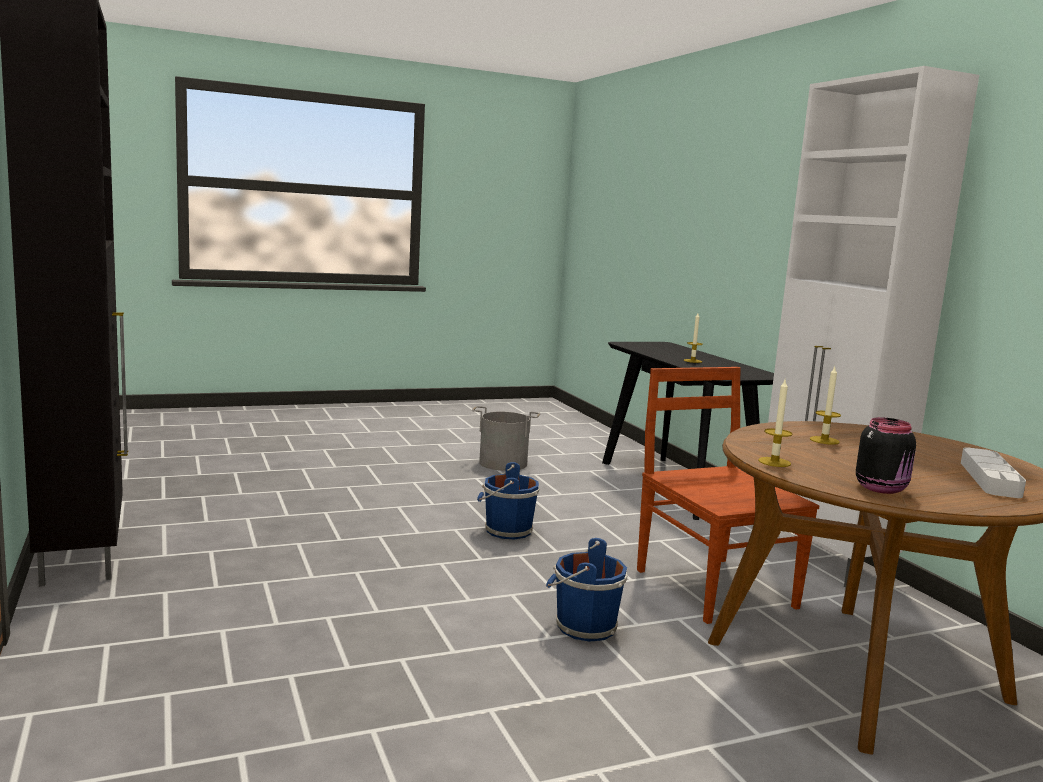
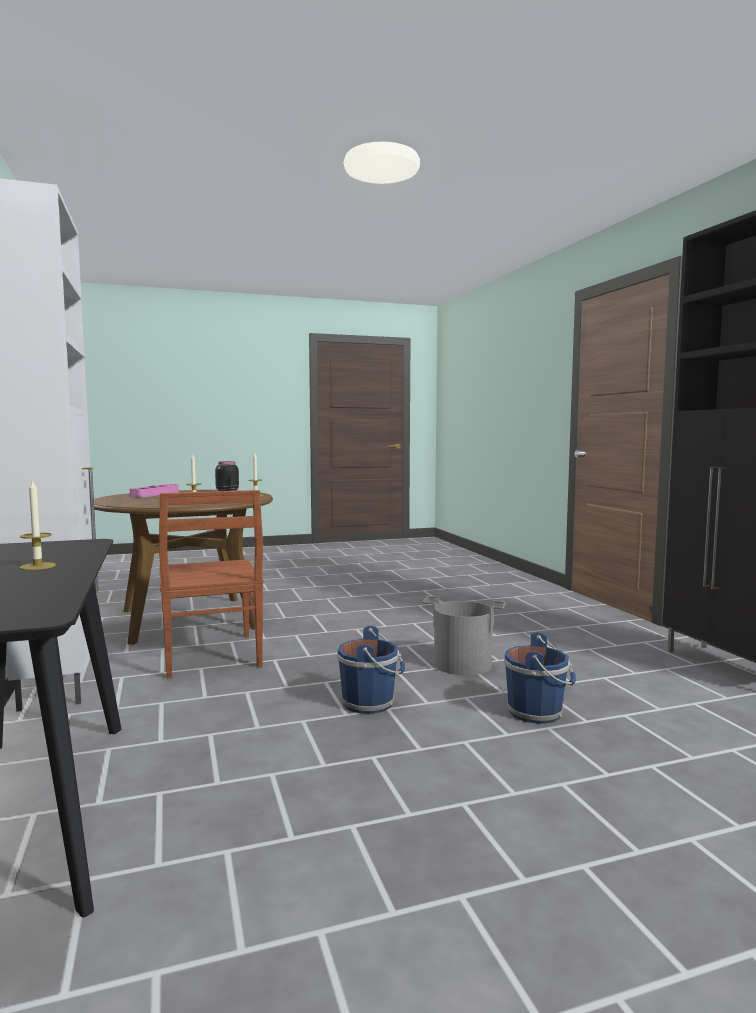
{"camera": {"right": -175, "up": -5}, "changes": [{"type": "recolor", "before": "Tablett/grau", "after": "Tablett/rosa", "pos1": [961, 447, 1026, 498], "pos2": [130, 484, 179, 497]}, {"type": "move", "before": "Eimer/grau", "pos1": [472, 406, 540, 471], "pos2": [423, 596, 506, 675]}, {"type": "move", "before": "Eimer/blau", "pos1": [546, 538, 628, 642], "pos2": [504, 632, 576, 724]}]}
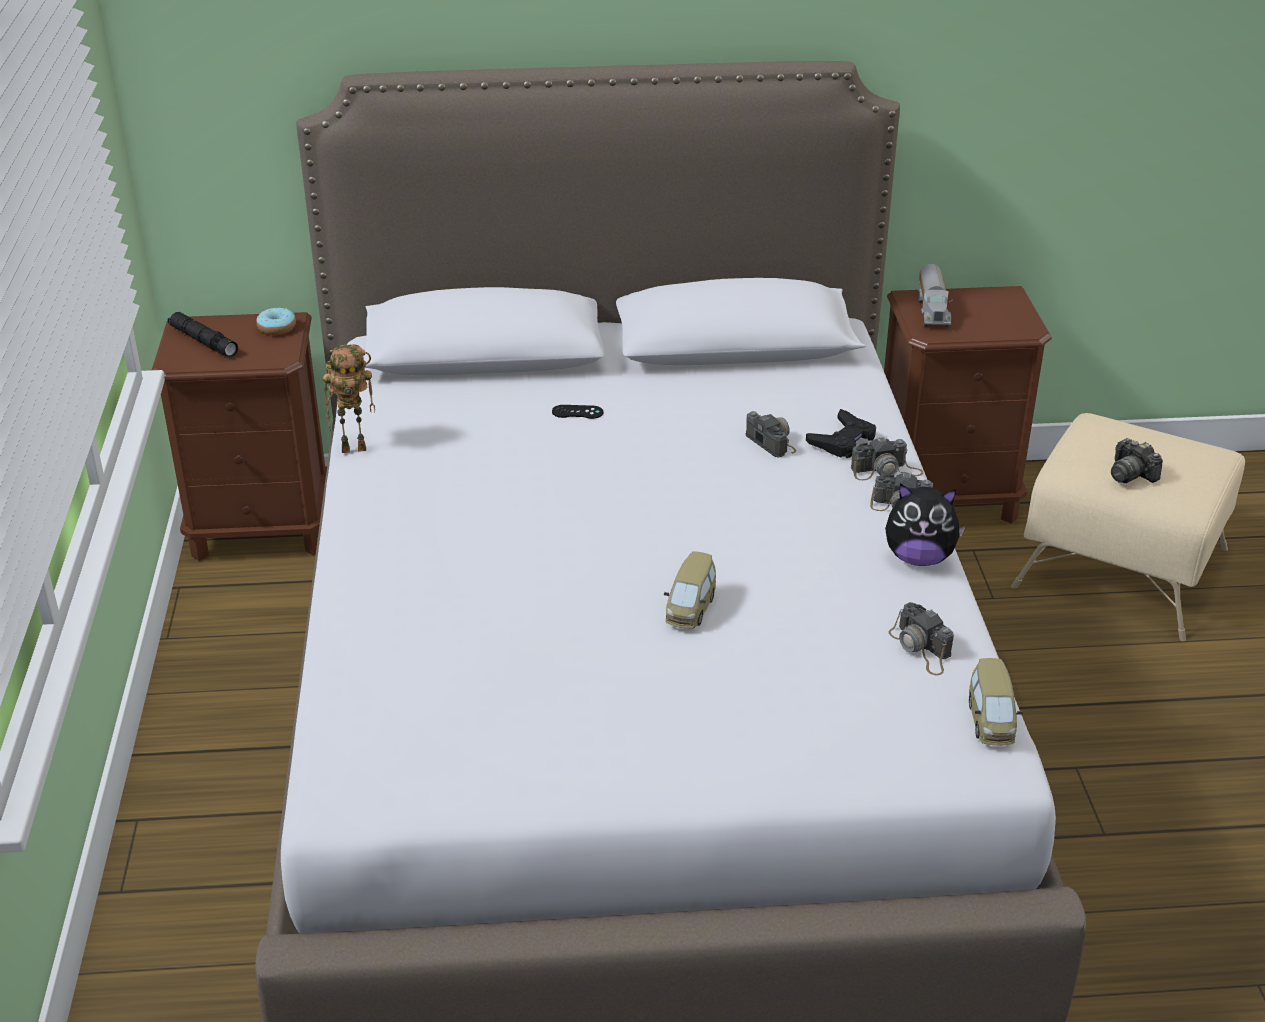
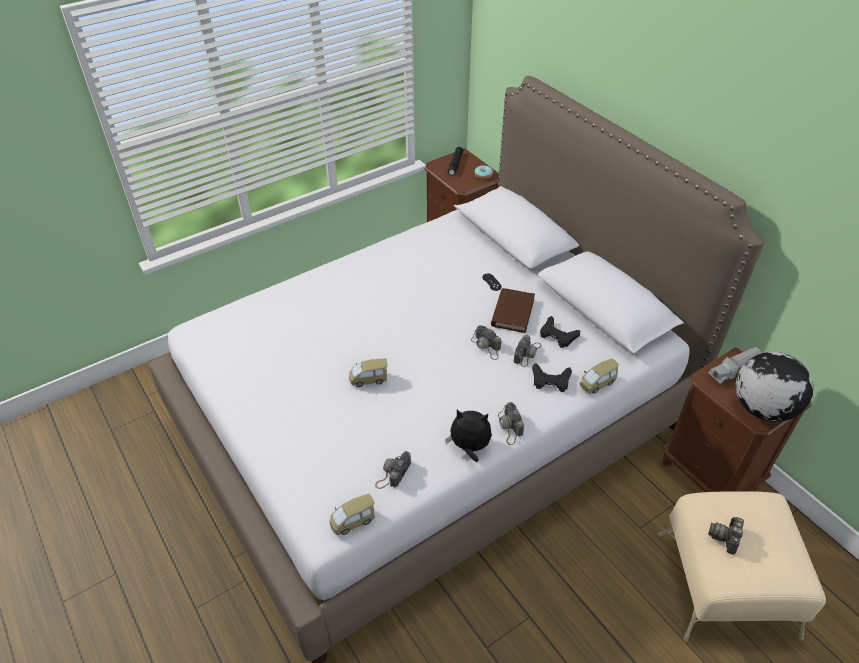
{"camera": {"right": 60, "up": 10}, "changes": [{"type": "rotate", "before": "Plüschtier", "pos1": [885, 483, 966, 566], "pos2": [445, 409, 492, 462], "turn": 120}, {"type": "move", "before": "Kamera", "pos1": [851, 436, 923, 480], "pos2": [471, 325, 501, 360]}, {"type": "insert", "after": "Buch/braun", "pos2": [491, 288, 535, 333]}, {"type": "insert", "after": "Gamepad/schwarz", "pos2": [540, 316, 580, 348]}, {"type": "insert", "after": "Spielzeugauto", "pos2": [579, 359, 619, 394]}, {"type": "insert", "after": "Globus", "pos2": [736, 352, 813, 422]}, {"type": "delete", "before": "Spielzeugroboter", "pos1": [323, 344, 375, 453]}]}
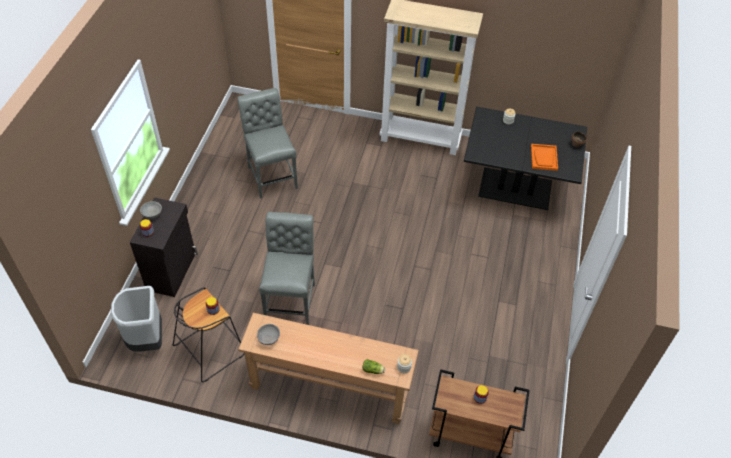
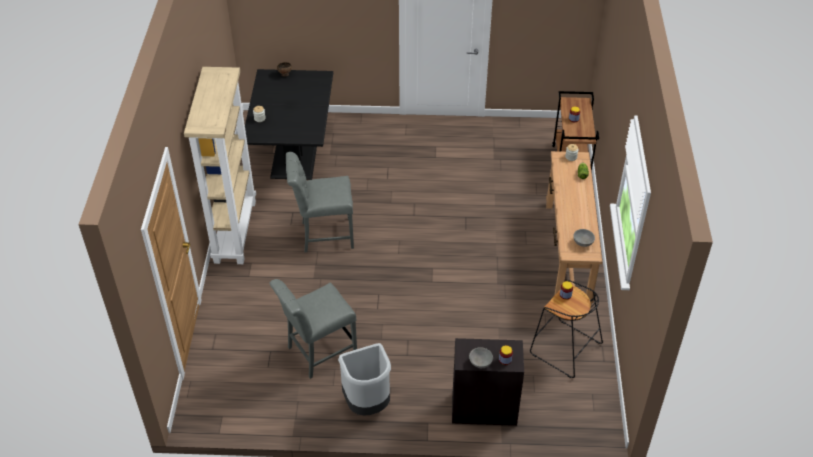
{"camera": {"right": -100, "up": -5}, "changes": [{"type": "move", "before": "Stuhl/grau", "pos1": [259, 212, 315, 325], "pos2": [286, 152, 354, 252]}, {"type": "move", "before": "Mülleimer/grau", "pos1": [111, 286, 162, 352], "pos2": [338, 343, 391, 415]}, {"type": "delete", "before": "Tablett/orange", "pos1": [531, 144, 558, 171]}]}
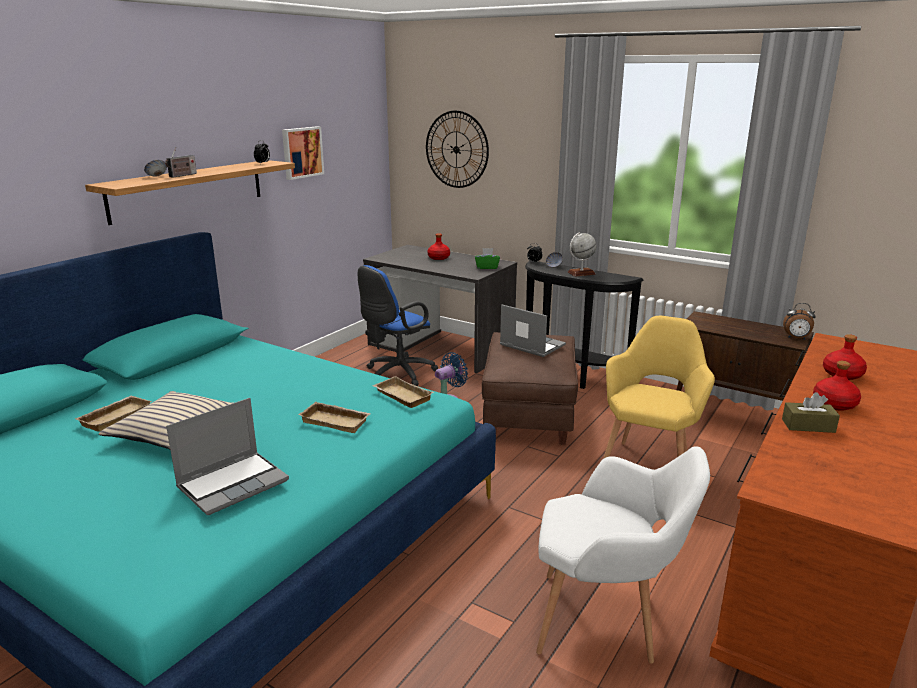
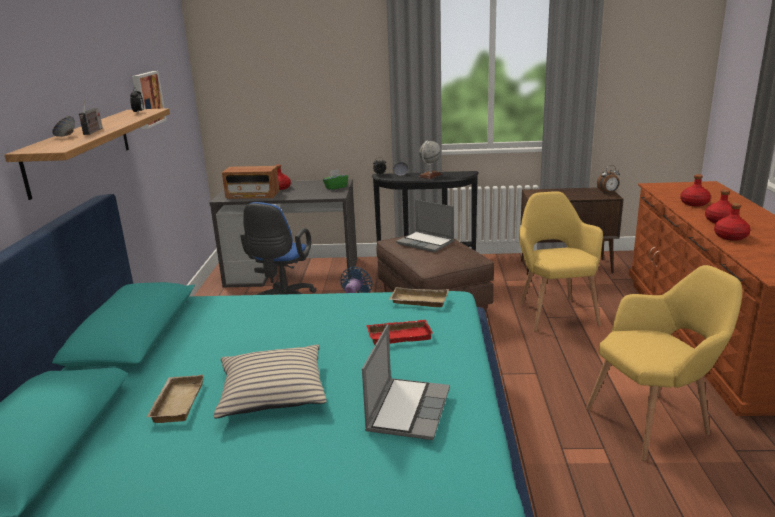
{"camera": {"right": -30, "up": 0}, "changes": [{"type": "insert", "after": "Radio", "pos2": [222, 166, 279, 199]}, {"type": "recolor", "before": "Tablett/beige", "after": "Tablett/rot", "pos1": [298, 402, 371, 433], "pos2": [367, 320, 433, 345]}, {"type": "rotate", "before": "Laptop", "pos1": [500, 304, 566, 357], "pos2": [396, 200, 454, 252], "turn": -150}, {"type": "recolor", "before": "Sessel/weiß", "after": "Sessel/gelb", "pos1": [536, 446, 710, 664], "pos2": [586, 265, 742, 461]}, {"type": "replace", "before": "Taschentuchbox/braun", "after": "Flasche/rot", "pos1": [782, 392, 840, 433], "pos2": [714, 203, 750, 241]}, {"type": "delete", "before": "Wanduhr", "pos1": [426, 110, 489, 188]}]}
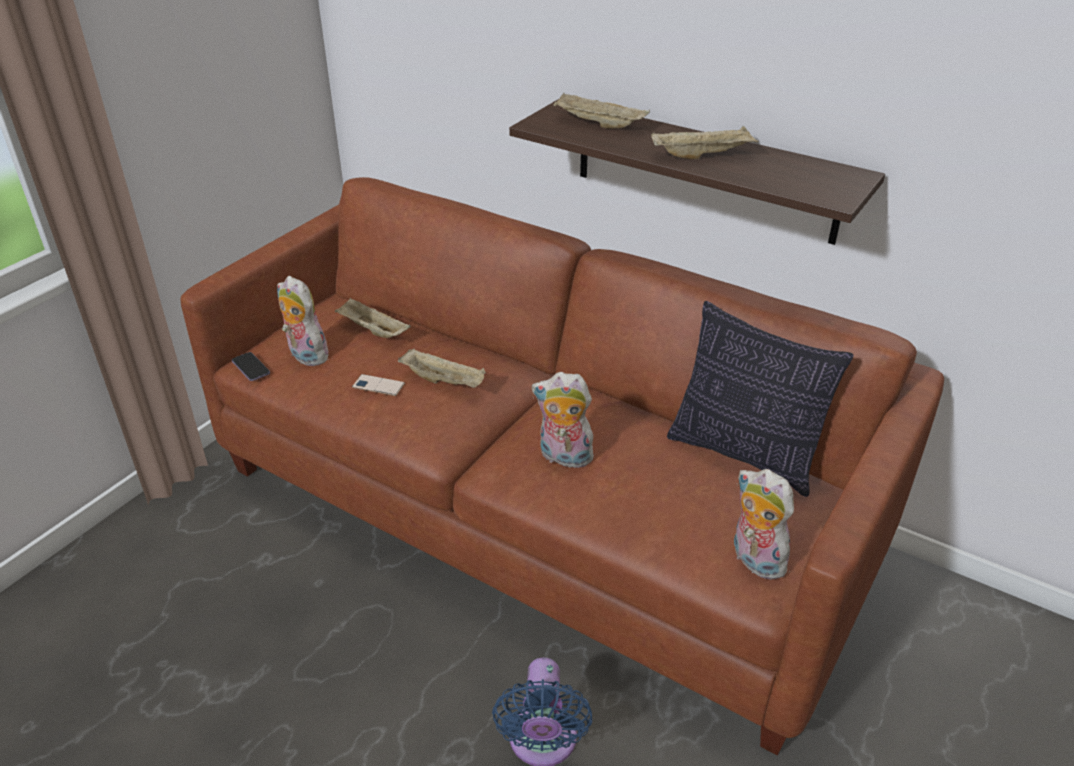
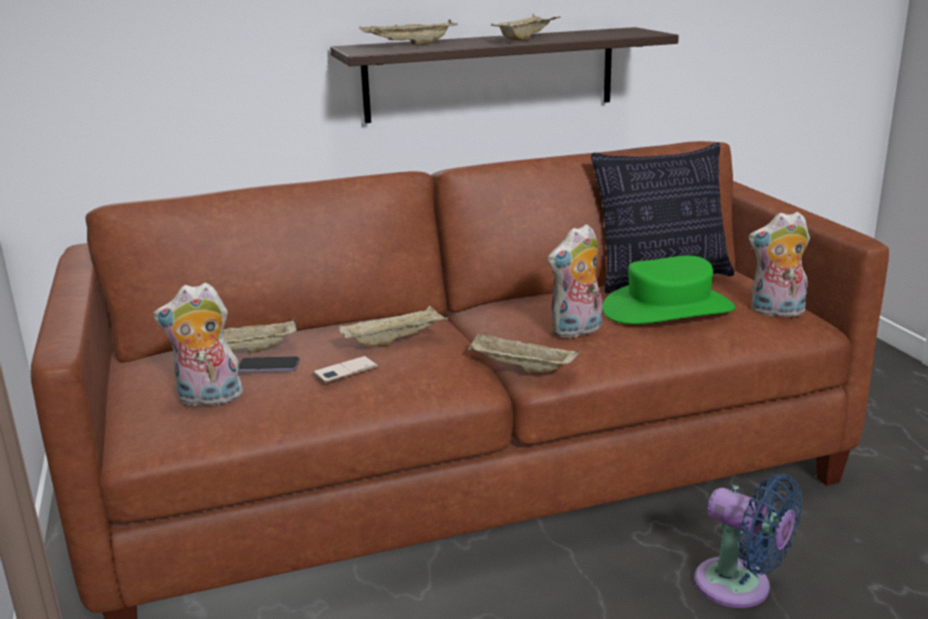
{"camera": {"right": -50, "up": -15}, "changes": [{"type": "move", "before": "Handy", "pos1": [232, 352, 270, 381], "pos2": [238, 356, 299, 372]}, {"type": "insert", "after": "Tablett/beige", "pos2": [468, 333, 579, 373]}, {"type": "insert", "after": "Hut/grün", "pos2": [602, 256, 735, 324]}]}
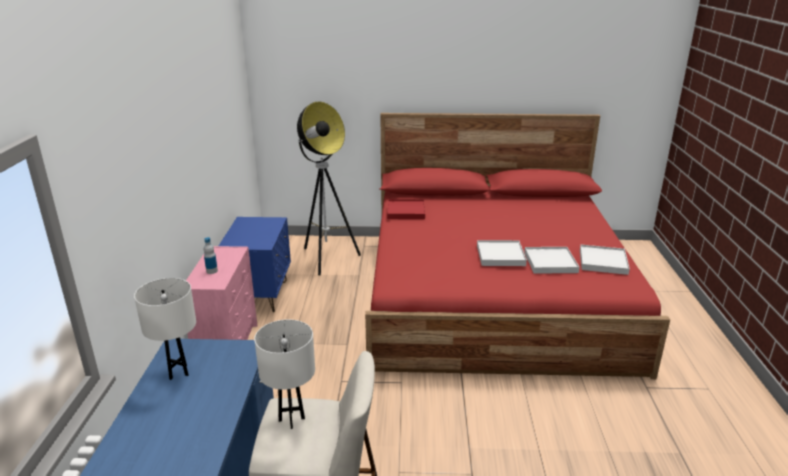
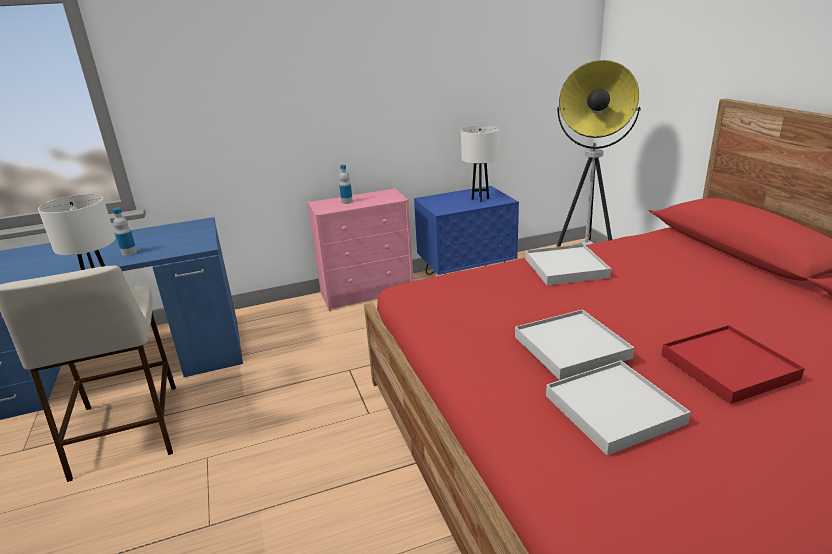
{"camera": {"right": 70, "up": 0}, "changes": [{"type": "insert", "after": "Flasche", "pos2": [112, 208, 137, 256]}, {"type": "move", "before": "Tischlampe/weiß", "pos1": [134, 278, 196, 380], "pos2": [461, 125, 500, 202]}, {"type": "move", "before": "Tablett/weiß", "pos1": [580, 244, 630, 275], "pos2": [525, 244, 611, 285]}, {"type": "move", "before": "Tablett/rot", "pos1": [387, 199, 425, 219], "pos2": [661, 325, 805, 404]}]}
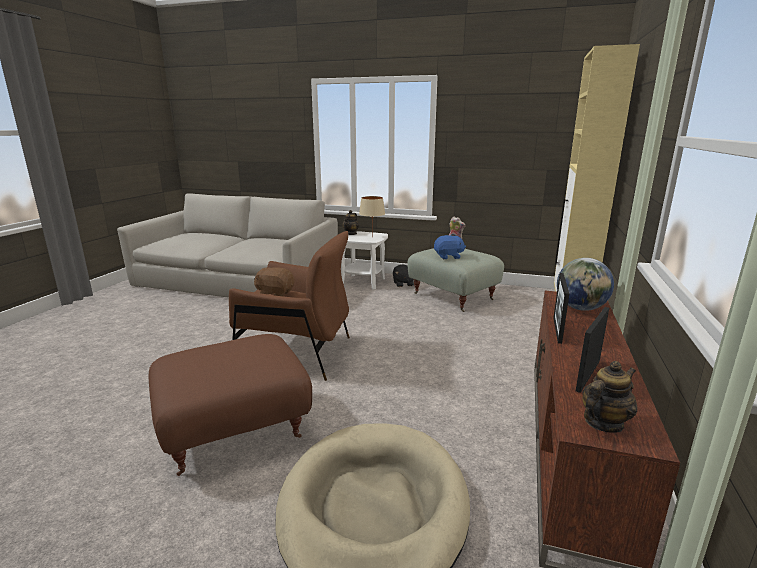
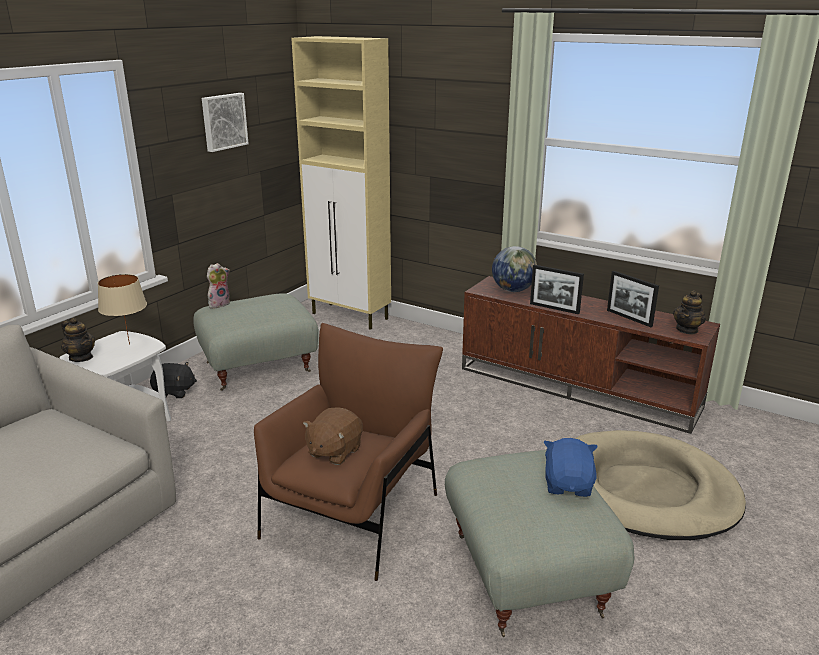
{"camera": {"right": -75, "up": 5}, "changes": [{"type": "insert", "after": "Bild", "pos2": [202, 93, 249, 152]}, {"type": "recolor", "before": "Polsterhocker/braun", "after": "Polsterhocker/grau", "pos1": [149, 334, 312, 476], "pos2": [445, 450, 635, 637]}, {"type": "move", "before": "Plüschtier/blau", "pos1": [434, 235, 466, 259], "pos2": [544, 438, 598, 497]}, {"type": "rotate", "before": "Teekanne", "pos1": [582, 361, 638, 433], "pos2": [673, 290, 706, 335], "turn": -120}]}
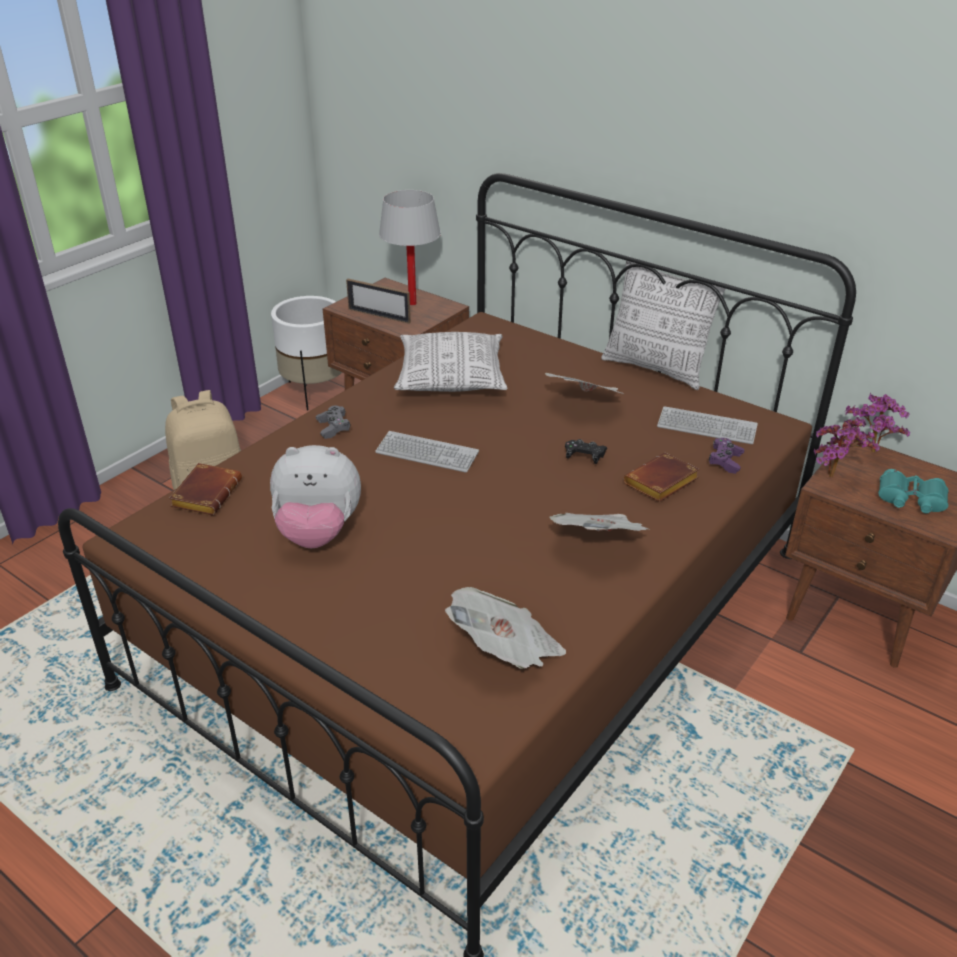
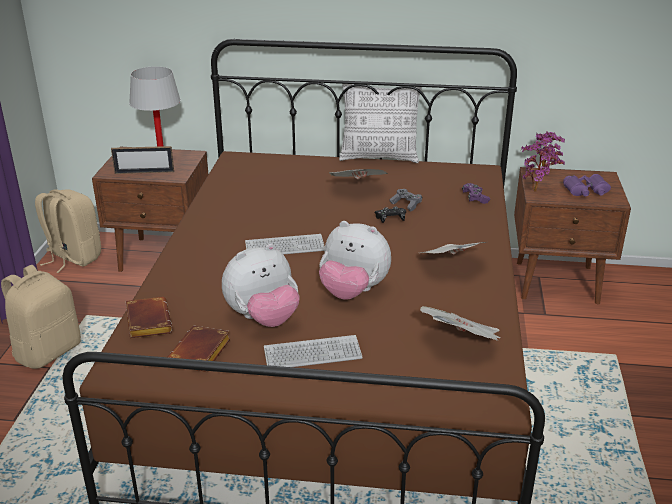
{"camera": {"right": -30, "up": -5}, "changes": [{"type": "replace", "before": "Pflanzkübel/weiß", "after": "Rucksack/beige", "pos1": [271, 296, 342, 410], "pos2": [35, 189, 101, 273]}, {"type": "move", "before": "Buch/braun", "pos1": [624, 453, 700, 502], "pos2": [168, 326, 231, 372]}, {"type": "move", "before": "Tastatur", "pos1": [657, 406, 758, 444], "pos2": [264, 335, 363, 367]}, {"type": "insert", "after": "Plüschtier", "pos2": [319, 221, 391, 300]}, {"type": "move", "before": "Gamepad/grau", "pos1": [316, 406, 350, 439], "pos2": [389, 189, 422, 211]}, {"type": "recolor", "before": "Fernglas/türkis", "after": "Fernglas/lila", "pos1": [878, 469, 948, 513], "pos2": [563, 174, 611, 197]}, {"type": "delete", "before": "Kissen", "pos1": [394, 332, 508, 392]}]}
